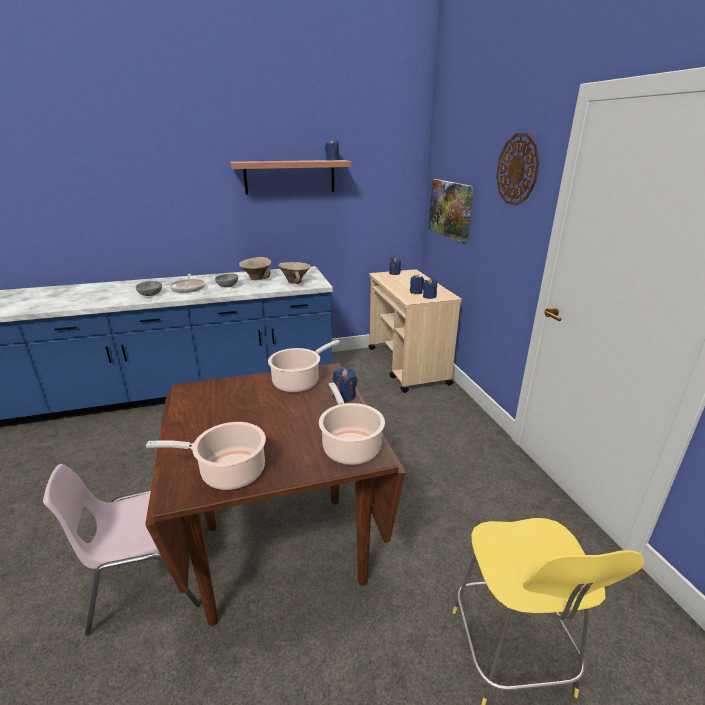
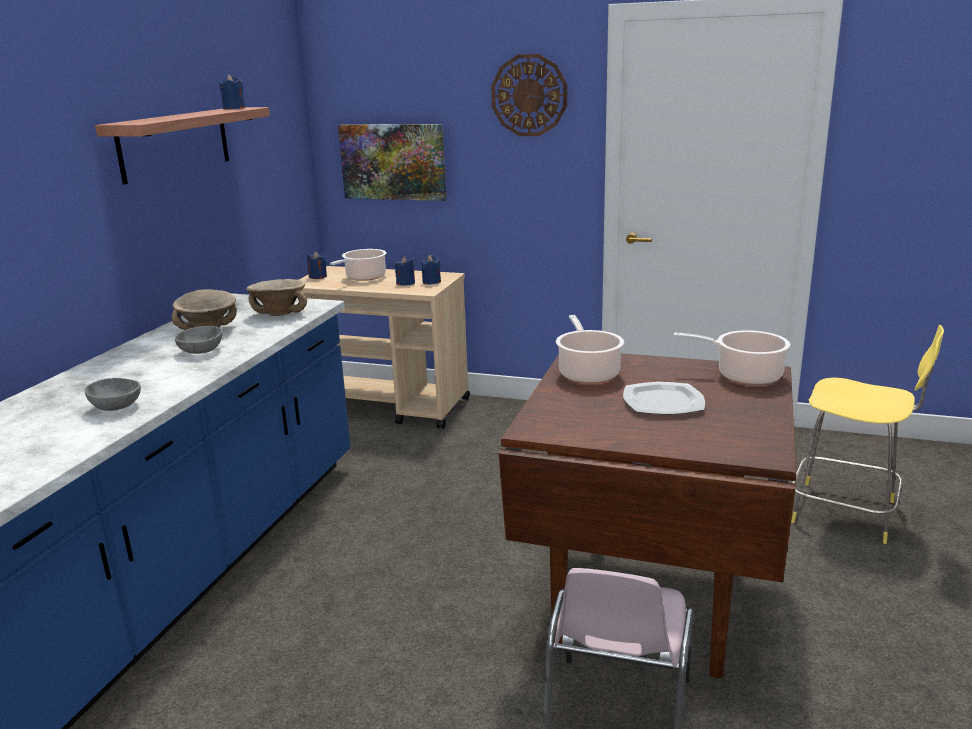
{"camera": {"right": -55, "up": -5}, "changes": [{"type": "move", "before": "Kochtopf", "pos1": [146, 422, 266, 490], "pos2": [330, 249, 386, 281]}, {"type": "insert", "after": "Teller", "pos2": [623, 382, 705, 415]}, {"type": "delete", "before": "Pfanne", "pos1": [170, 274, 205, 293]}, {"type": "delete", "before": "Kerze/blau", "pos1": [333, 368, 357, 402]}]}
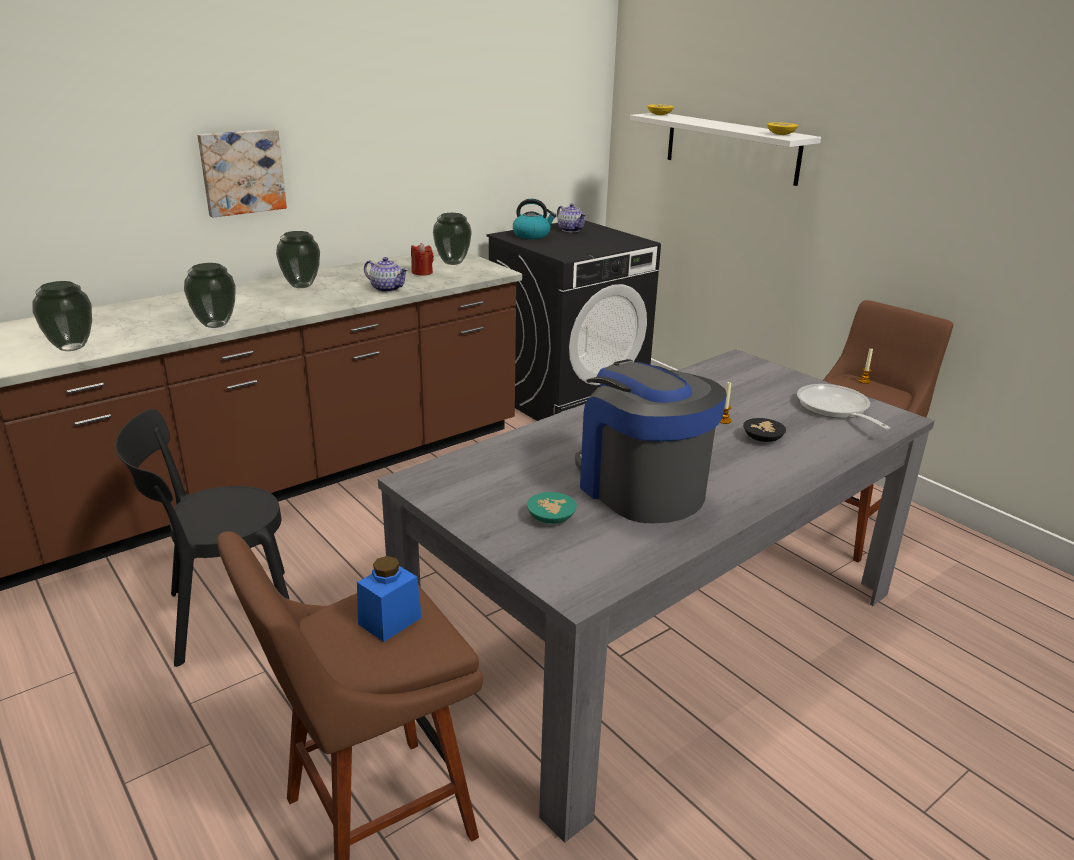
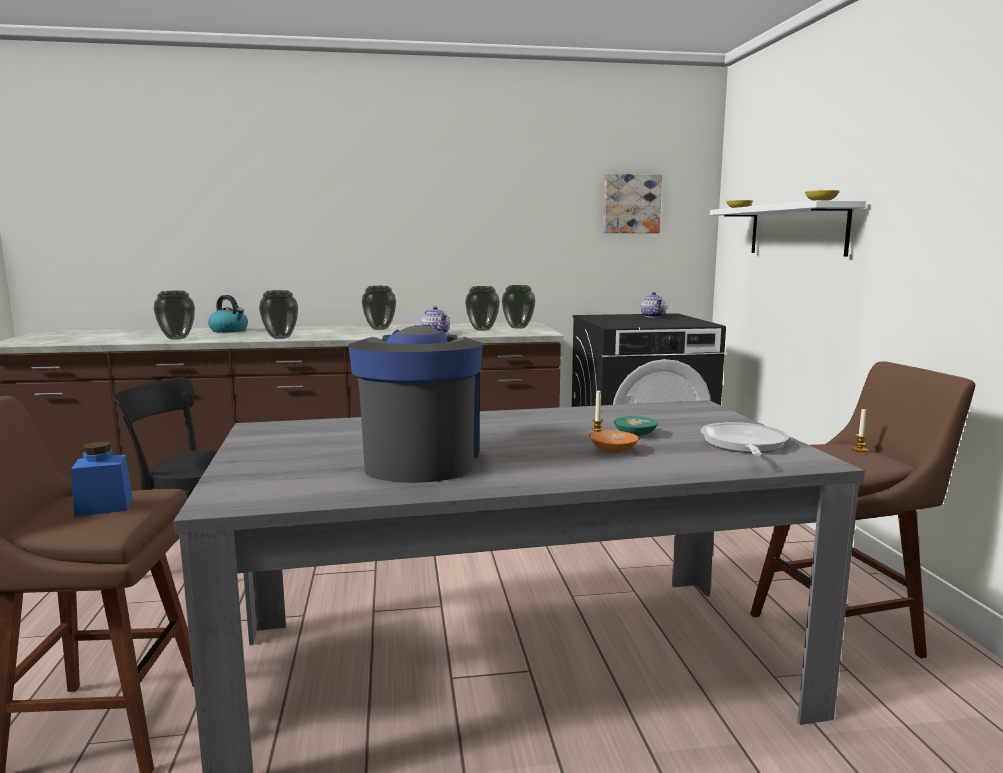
{"camera": {"right": 30, "up": -15}, "changes": [{"type": "move", "before": "Wasserkessel", "pos1": [513, 199, 557, 239], "pos2": [208, 295, 248, 333]}, {"type": "replace", "before": "Kerze/rot", "after": "Vase", "pos1": [411, 243, 434, 276], "pos2": [465, 286, 500, 331]}, {"type": "recolor", "before": "Schüssel/schwarz", "after": "Schüssel/orange", "pos1": [743, 418, 786, 442], "pos2": [590, 431, 639, 453]}, {"type": "move", "before": "Bild", "pos1": [197, 129, 287, 217], "pos2": [603, 174, 662, 233]}, {"type": "move", "before": "Schüssel/türkis", "pos1": [527, 492, 577, 524], "pos2": [614, 416, 658, 436]}]}
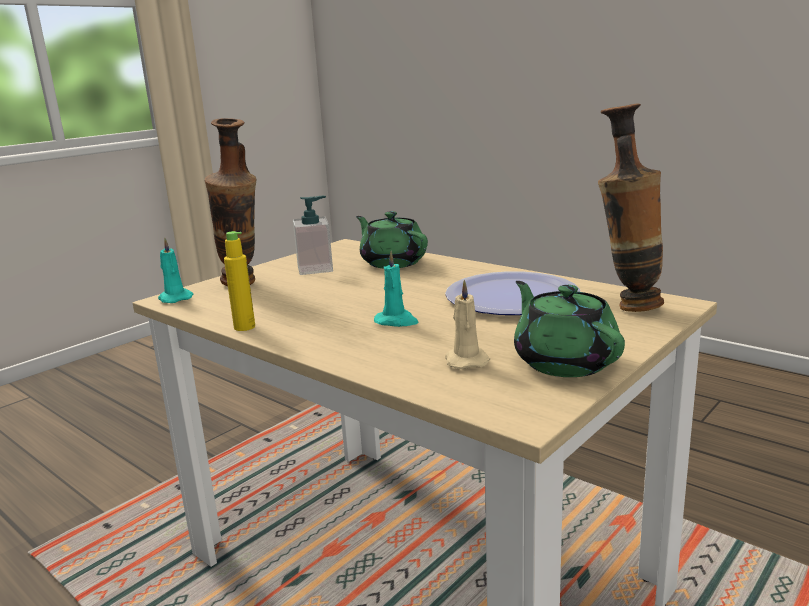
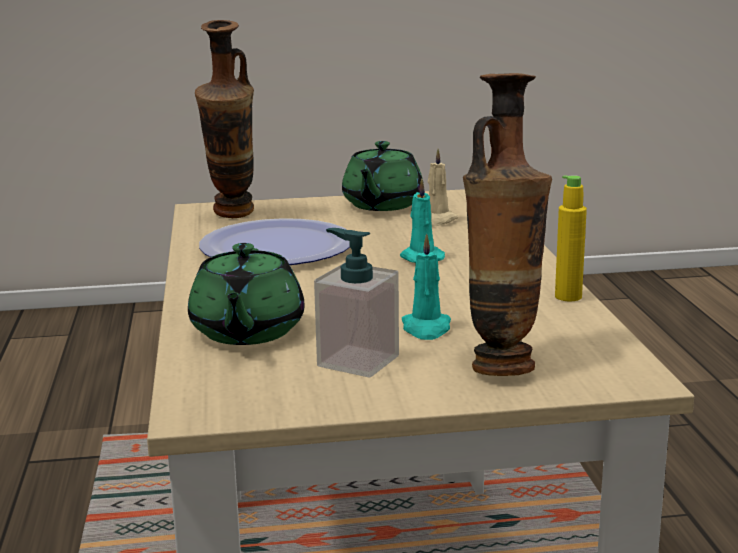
{"camera": {"right": -140, "up": 0}, "changes": [{"type": "move", "before": "Kerze/türkis", "pos1": [158, 238, 193, 303], "pos2": [402, 233, 451, 340]}]}
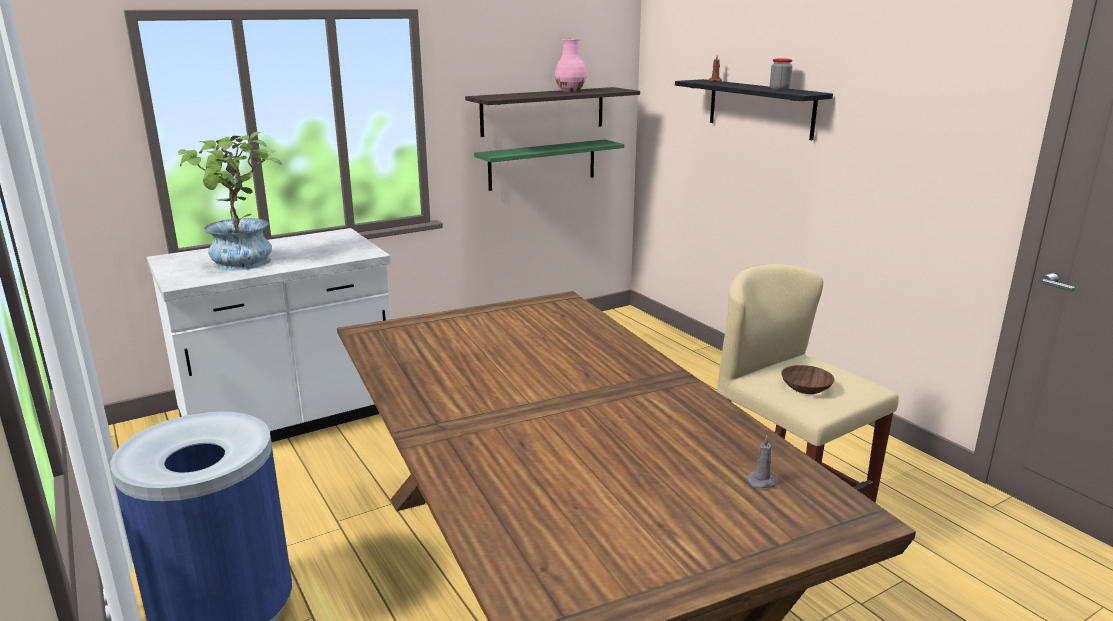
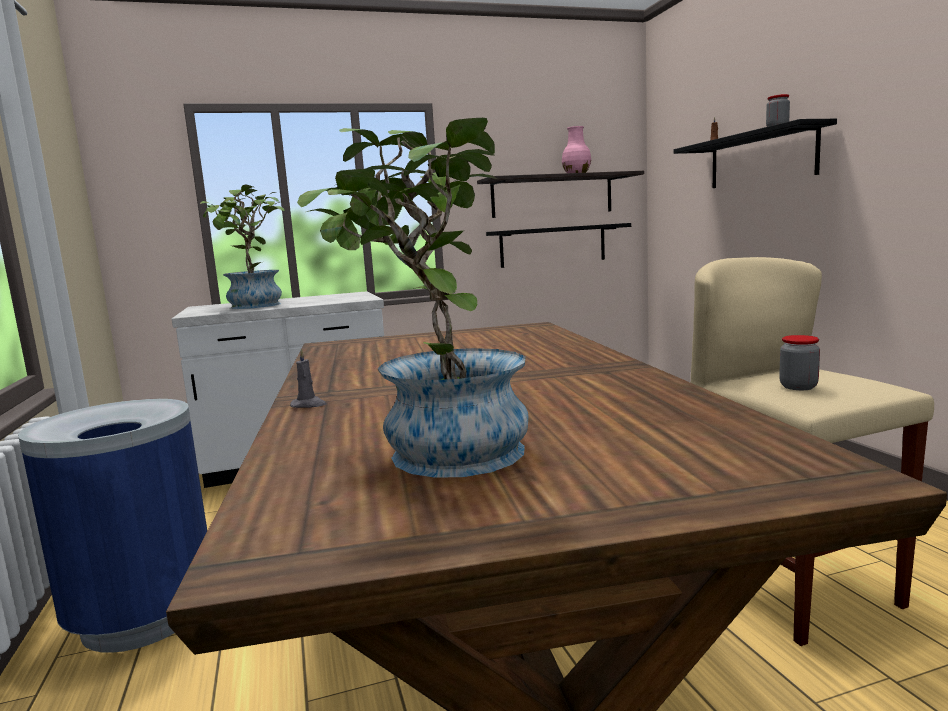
{"camera": {"right": 15, "up": -10}, "changes": [{"type": "move", "before": "Kerze/grau", "pos1": [746, 435, 779, 488], "pos2": [290, 349, 327, 408]}, {"type": "insert", "after": "Topfpflanze", "pos2": [297, 118, 528, 478]}, {"type": "recolor", "before": "Wandregal/grün", "after": "Wandregal/schwarz", "pos1": [474, 139, 624, 191], "pos2": [486, 223, 631, 268]}, {"type": "replace", "before": "Schüssel/braun", "after": "Vorratsglas", "pos1": [781, 365, 835, 394], "pos2": [779, 335, 820, 390]}]}
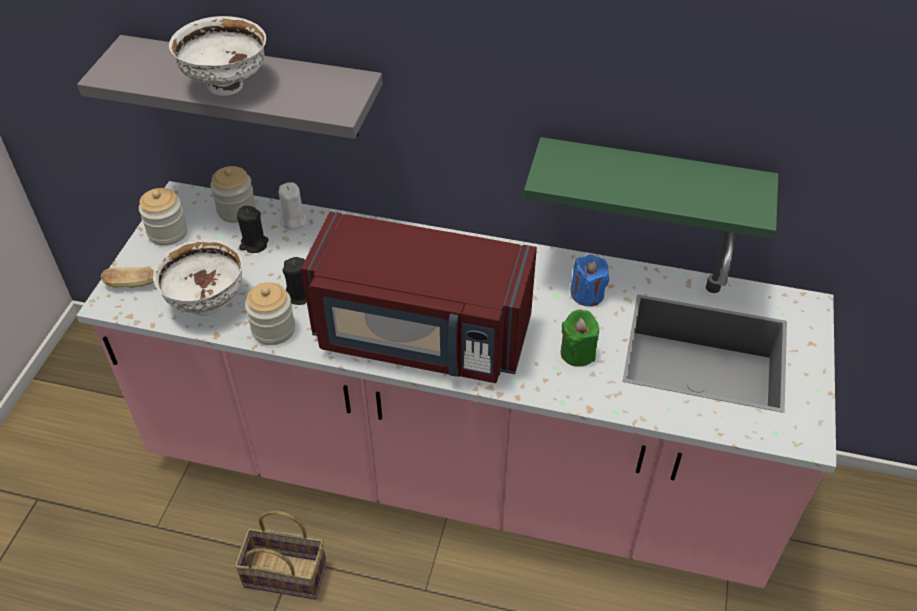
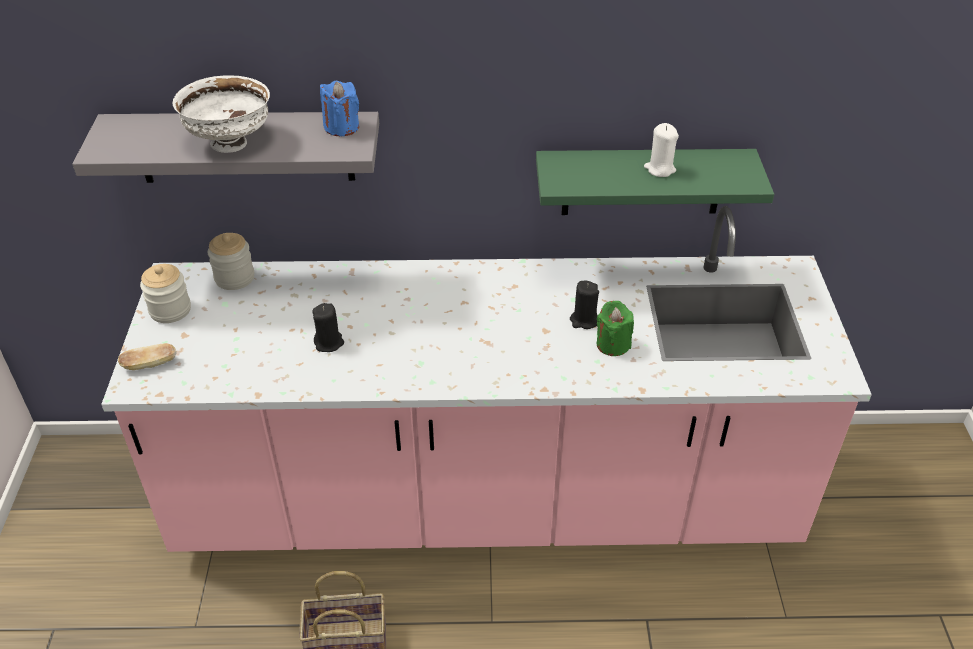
{"camera": {"right": -15, "up": -5}, "changes": [{"type": "move", "before": "Kerze/blau", "pos1": [570, 254, 609, 306], "pos2": [320, 81, 359, 136]}, {"type": "move", "before": "Kerze/schwarz", "pos1": [237, 206, 269, 253], "pos2": [570, 281, 599, 329]}, {"type": "move", "before": "Kerze/weiß", "pos1": [278, 182, 306, 230], "pos2": [644, 123, 679, 177]}, {"type": "delete", "before": "Schüssel/weiß", "pos1": [153, 240, 242, 316]}, {"type": "delete", "before": "Vorratsglas", "pos1": [245, 282, 295, 345]}, {"type": "delete", "before": "Mikrowelle/rot", "pos1": [301, 211, 537, 383]}]}
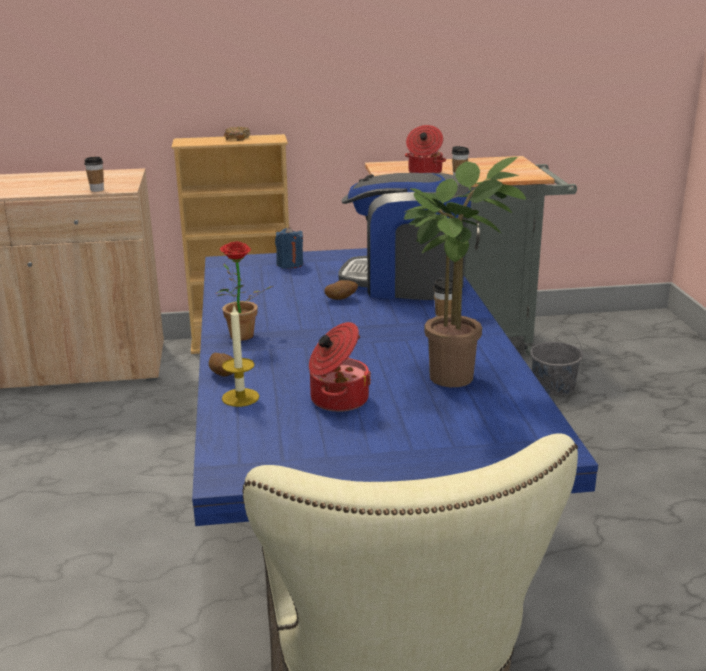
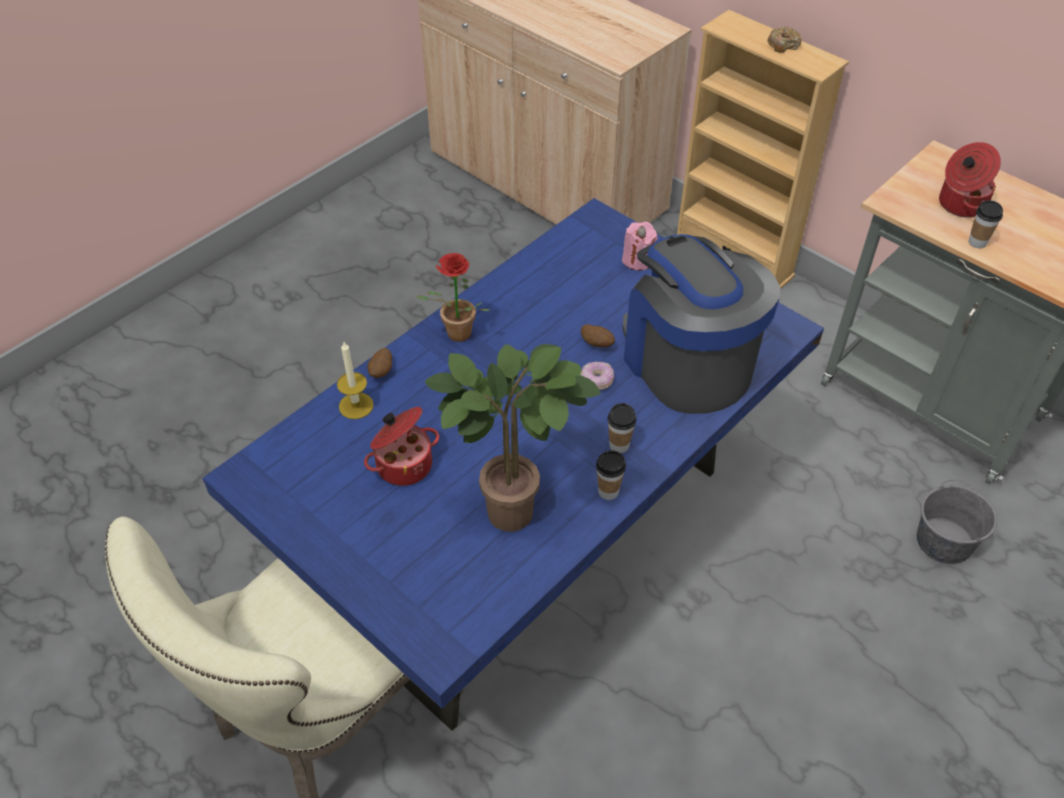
{"camera": {"right": 50, "up": 25}, "changes": [{"type": "insert", "after": "Donut", "pos2": [580, 361, 614, 390]}, {"type": "move", "before": "Tasse", "pos1": [84, 157, 104, 192], "pos2": [596, 450, 626, 500]}, {"type": "recolor", "before": "Kerze/blau", "after": "Kerze/rosa", "pos1": [275, 226, 303, 269], "pos2": [622, 222, 658, 271]}]}
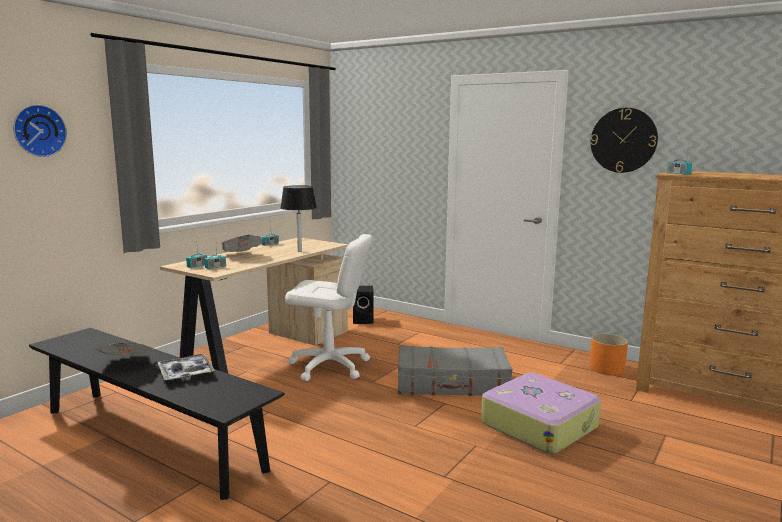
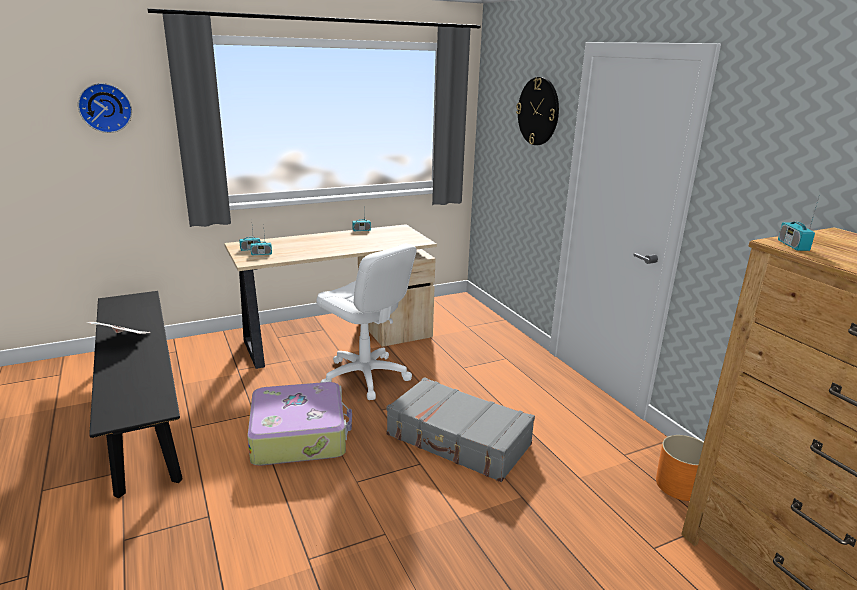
{"camera": {"right": 30, "up": 10}, "changes": [{"type": "move", "before": "Koffer", "pos1": [481, 373, 601, 454], "pos2": [247, 382, 352, 465]}, {"type": "move", "before": "Wanduhr", "pos1": [590, 108, 658, 173], "pos2": [516, 77, 559, 145]}, {"type": "delete", "before": "Tablett", "pos1": [158, 354, 215, 381]}, {"type": "delete", "before": "Zeitung", "pos1": [222, 235, 263, 252]}, {"type": "delete", "before": "Tischlampe/schwarz", "pos1": [280, 185, 317, 252]}, {"type": "delete", "before": "Lautsprecher/schwarz", "pos1": [353, 286, 374, 324]}]}
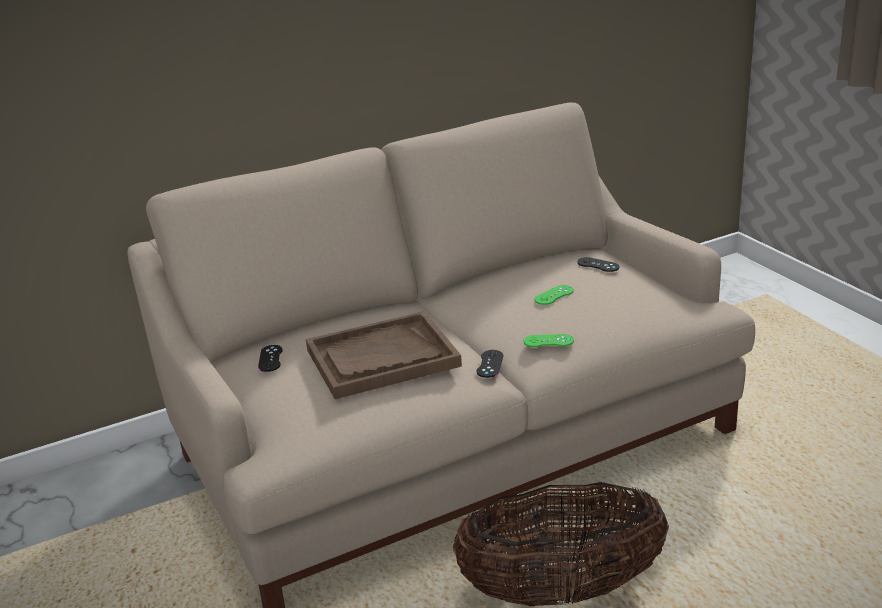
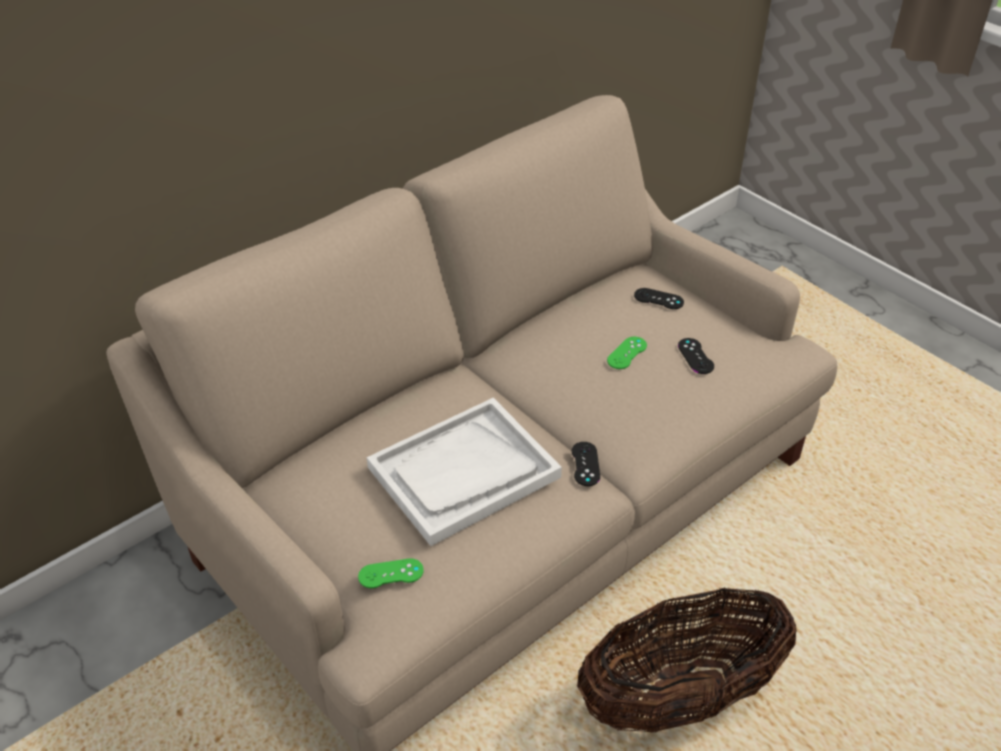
{"camera": {"right": -15, "up": 15}, "changes": [{"type": "move", "before": "Gamepad/grün", "pos1": [524, 334, 574, 347], "pos2": [358, 558, 424, 588]}, {"type": "recolor", "before": "Tablett/braun", "after": "Tablett/weiß", "pos1": [306, 311, 462, 399], "pos2": [367, 398, 562, 546]}, {"type": "move", "before": "Gamepad/schwarz", "pos1": [258, 345, 283, 372], "pos2": [678, 338, 714, 374]}]}
